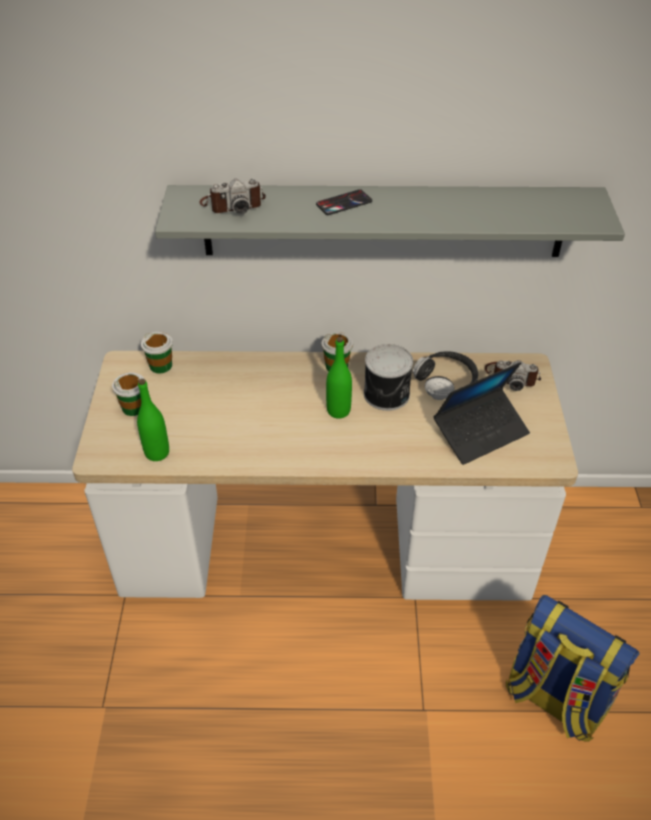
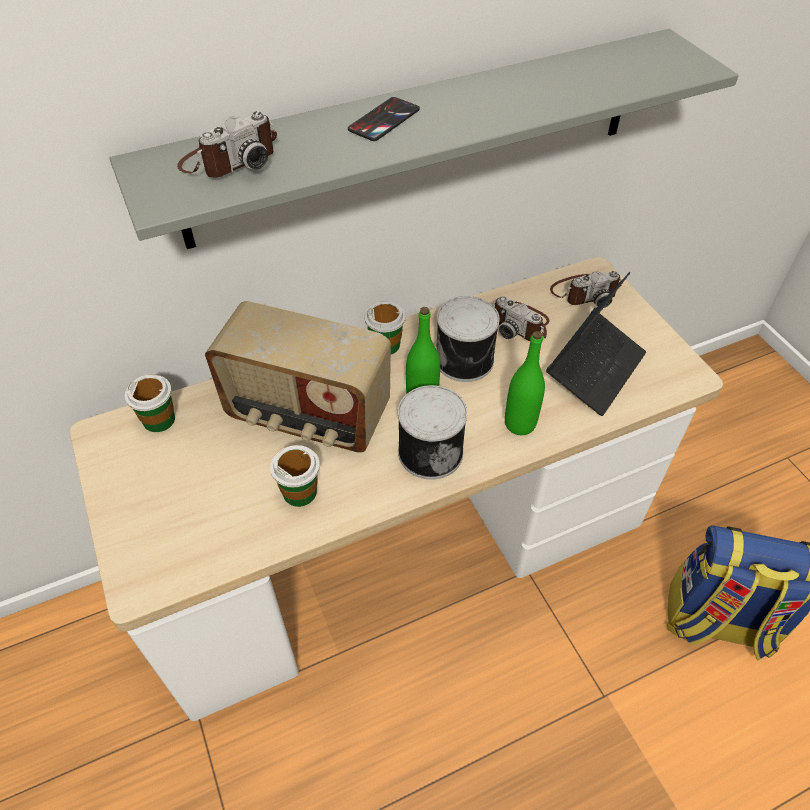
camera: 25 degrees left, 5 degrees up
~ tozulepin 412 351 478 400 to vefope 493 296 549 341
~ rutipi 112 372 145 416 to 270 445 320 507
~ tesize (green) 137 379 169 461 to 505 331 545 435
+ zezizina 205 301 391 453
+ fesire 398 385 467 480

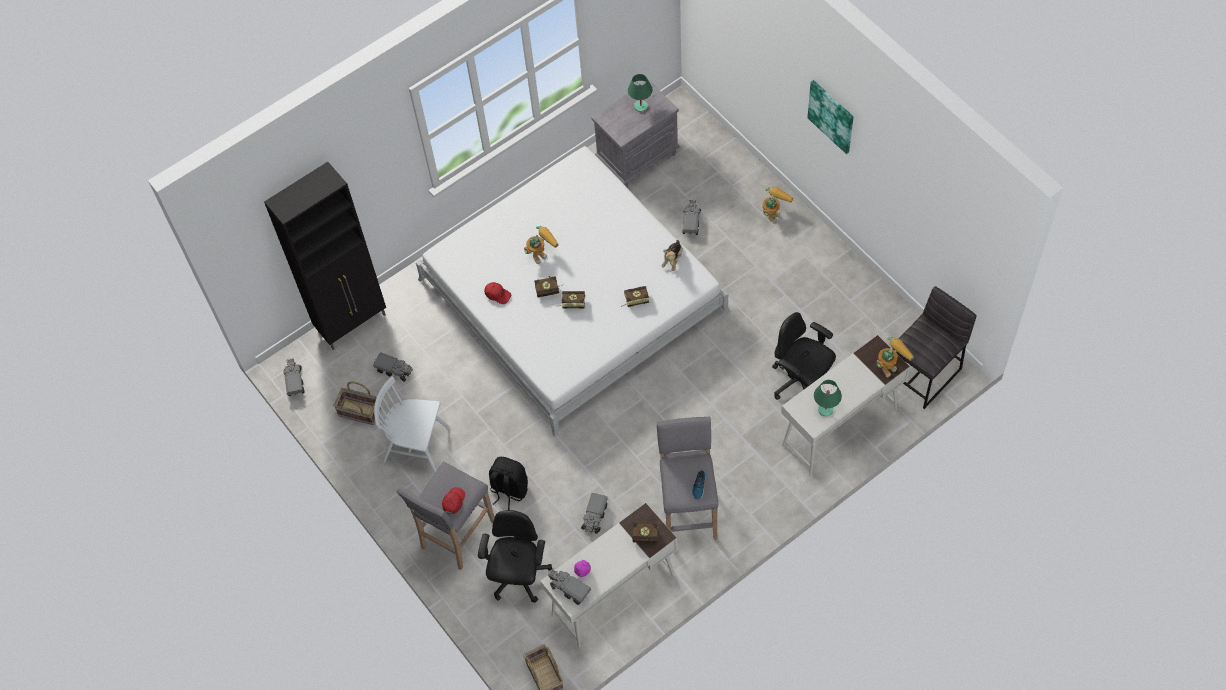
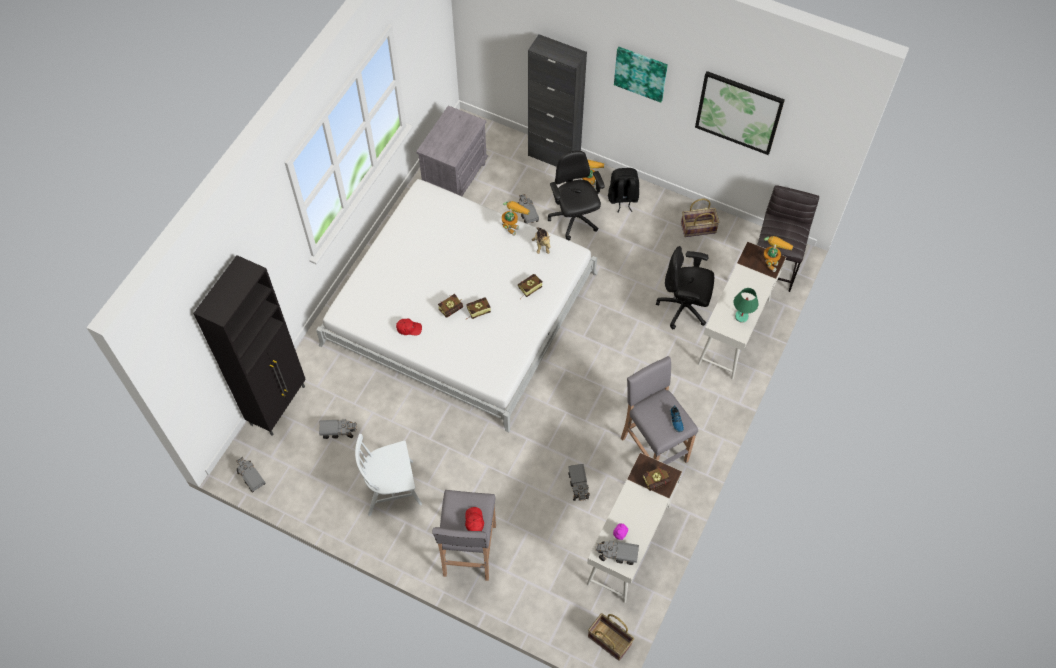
camera: 30 degrees left, 0 degrees up
- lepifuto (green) 628 74 653 112
~ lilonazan 524 226 559 264 to 502 201 530 236
~ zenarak 334 382 381 425 to 681 199 719 237
~ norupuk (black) 489 457 528 510 to 608 168 639 213
~ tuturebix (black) 478 510 552 602 to 548 151 605 240
+ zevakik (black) 528 34 587 167
+ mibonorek 695 71 785 155

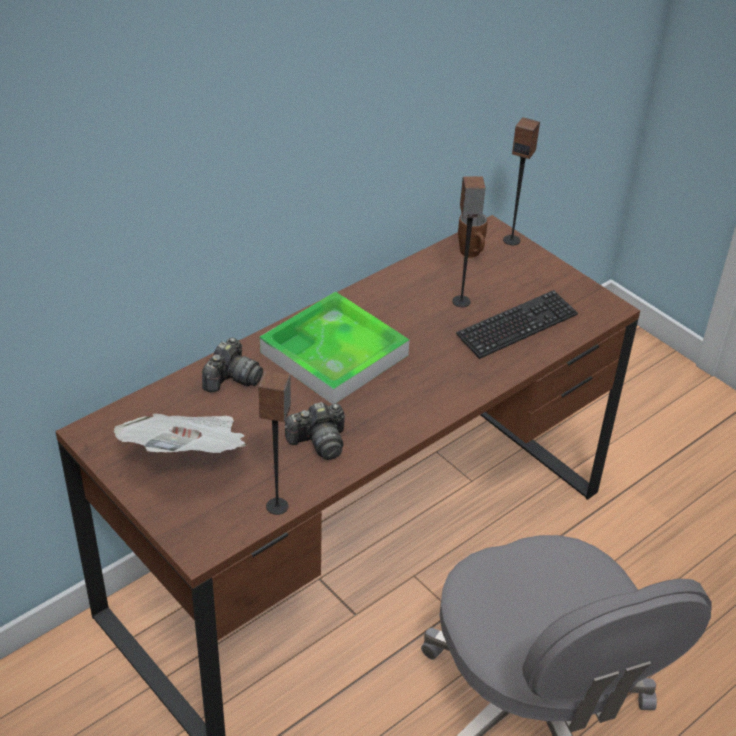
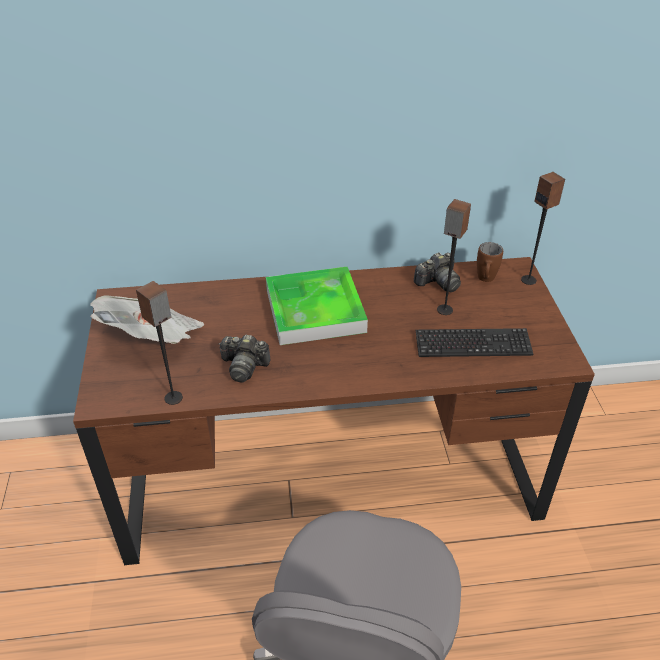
camera: 35 degrees right, 0 degrees up
~ vefope 202 338 263 392 to 414 252 461 292

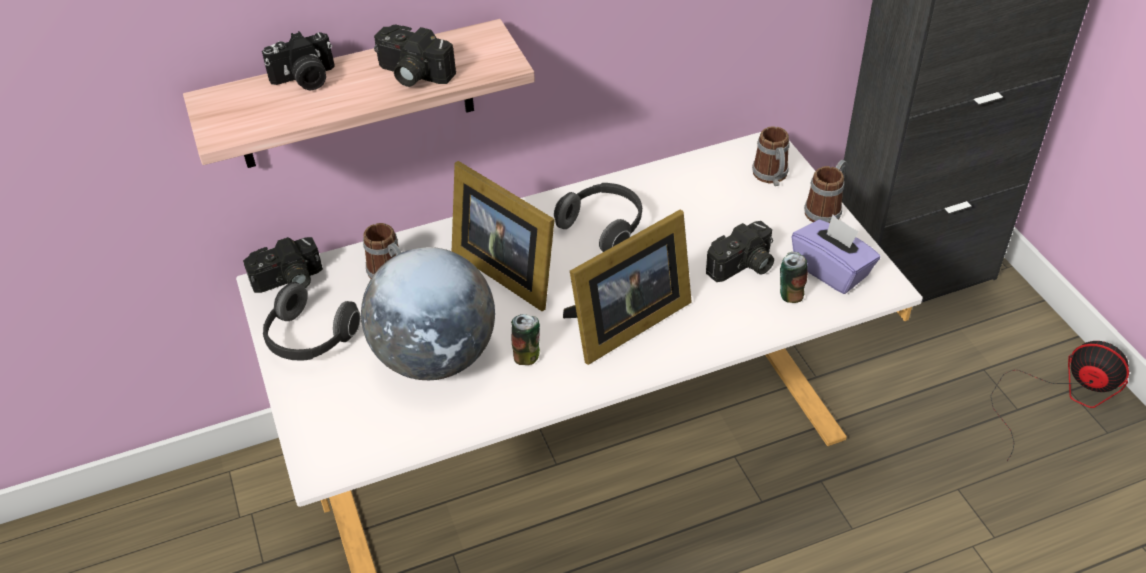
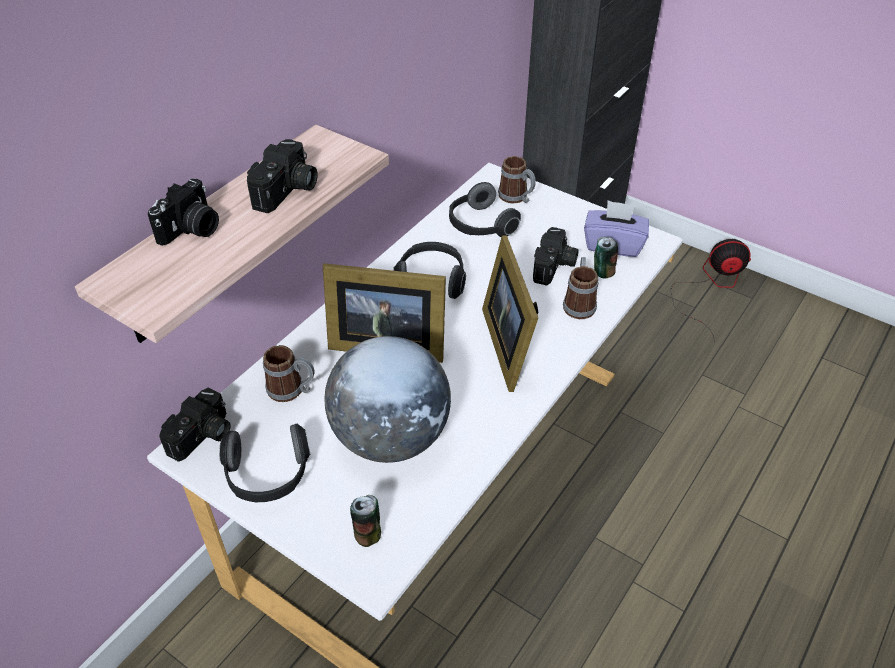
camera: 35 degrees left, 0 degrees up
~ vefope 374 25 456 87 = 247 139 318 213 60 degrees counterclockwise
~ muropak 804 160 847 223 to 563 257 598 319
~ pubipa 563 210 692 365 = 482 236 538 392 150 degrees clockwise
~ fesire 511 314 540 365 to 350 495 381 547
+ tozulepin 449 182 521 237

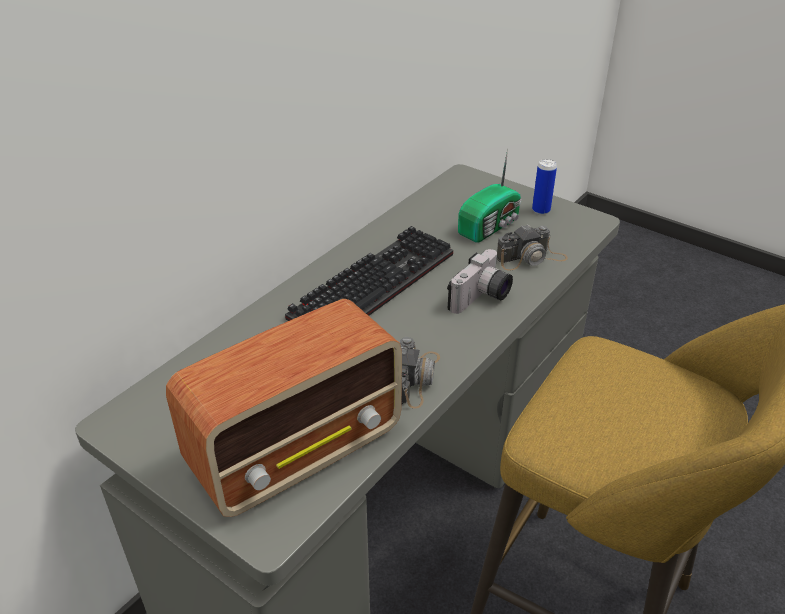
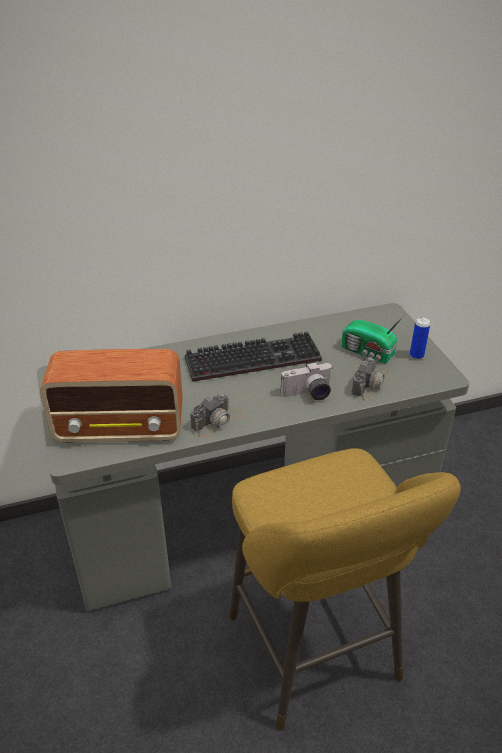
camera: 35 degrees right, 0 degrees up
~ zezizina 458 148 521 242 = 342 313 406 363 45 degrees clockwise
~ vefope 497 224 568 270 = 351 357 390 400 75 degrees counterclockwise

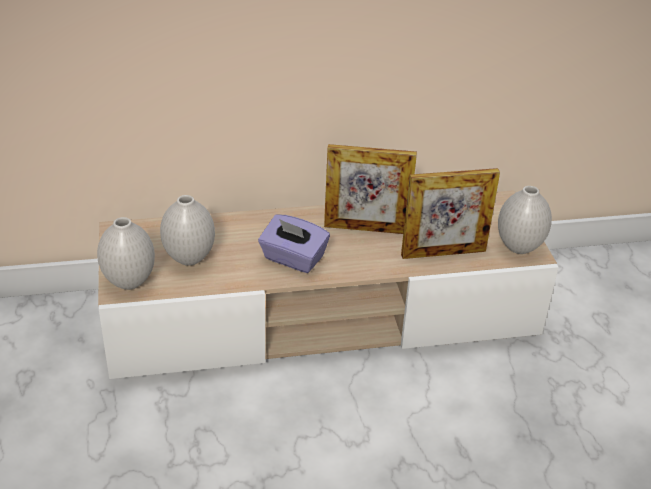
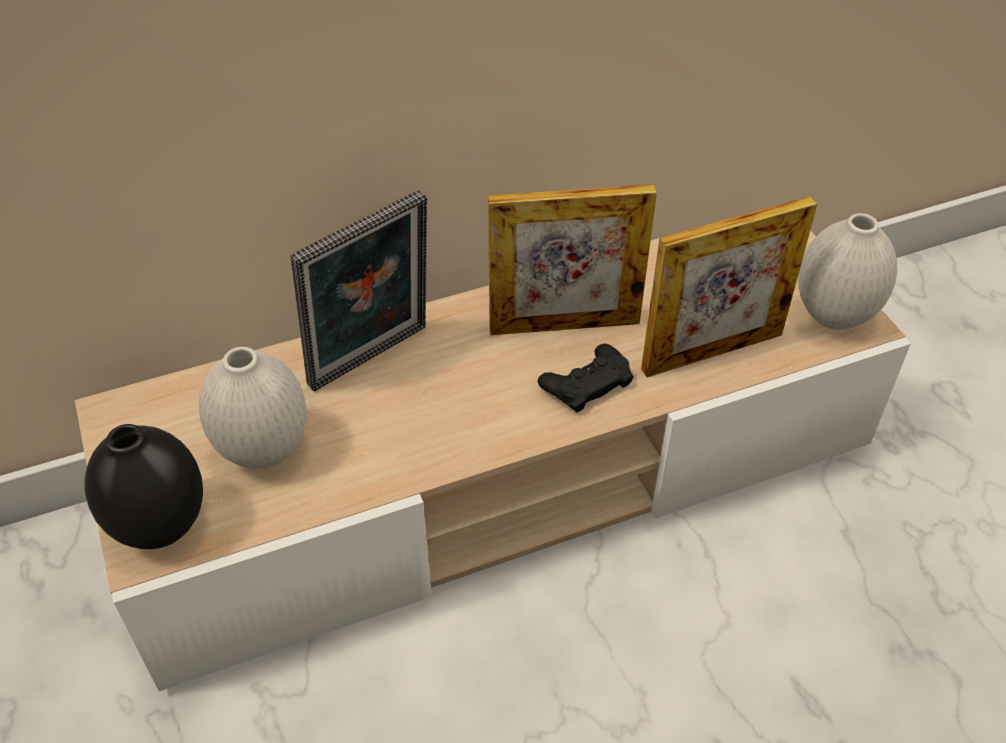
camera: 10 degrees left, 10 degrees up
- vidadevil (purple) 258 214 330 273
~ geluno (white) 97 217 155 290 to geluno (black) 85 424 203 549
+ pubipa 290 190 427 391
+ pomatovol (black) 538 344 634 412

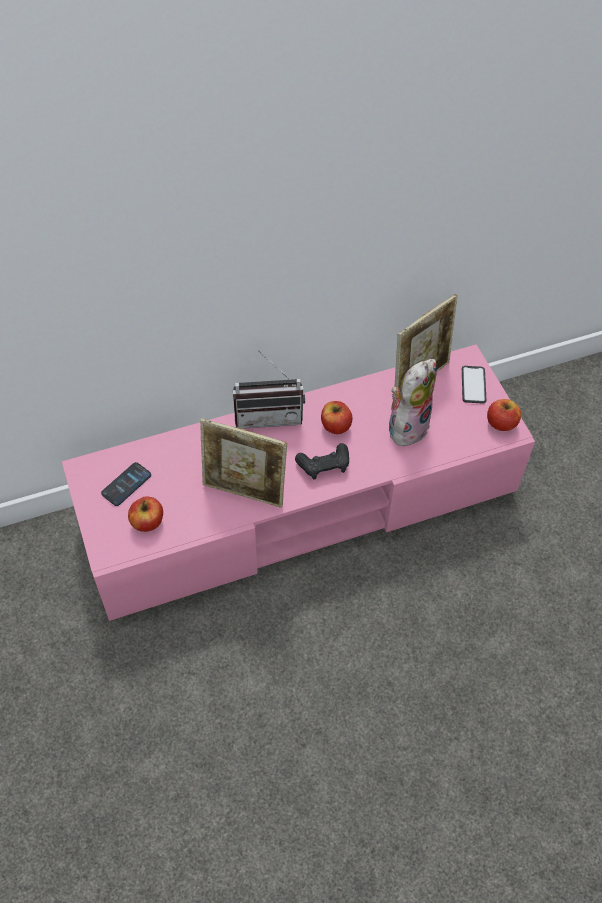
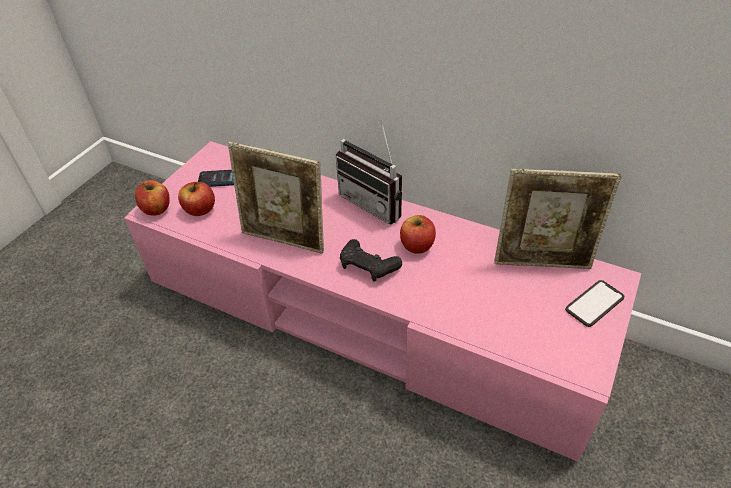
camera: 50 degrees right, 10 degrees down
- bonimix 389 359 437 447
~ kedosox 487 399 521 431 to 135 180 170 216
~ pubipa 200 418 287 508 = 228 142 324 254 45 degrees counterclockwise

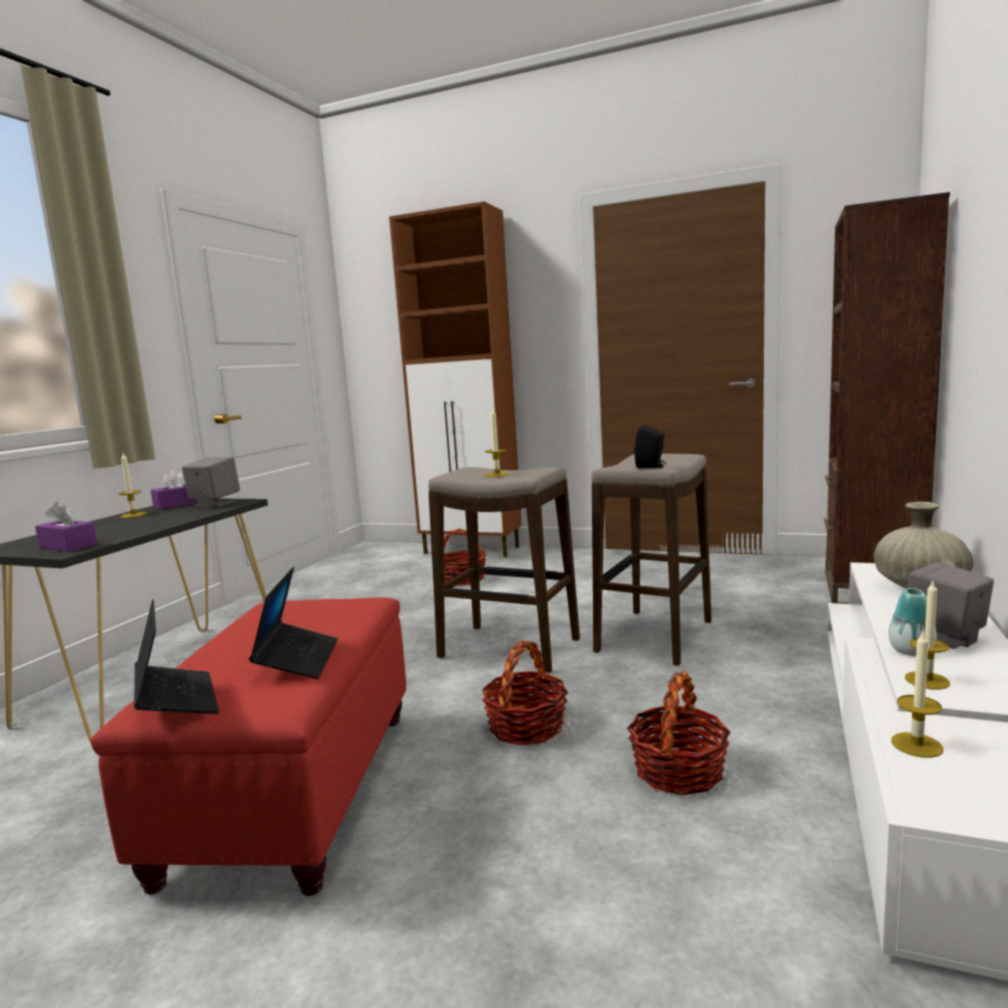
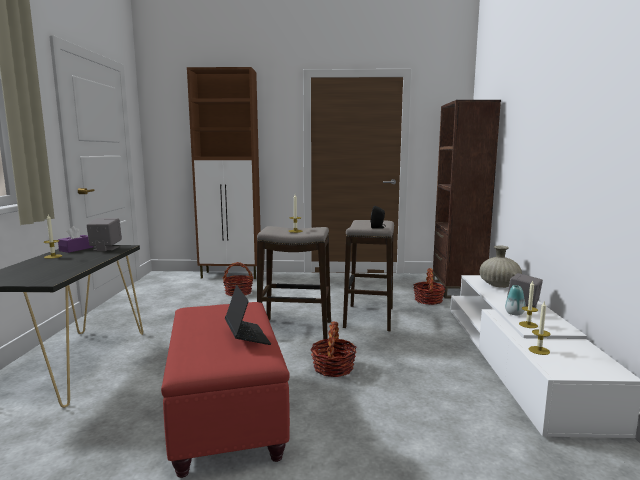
camera: 20 degrees left, 0 degrees up
- vidadevil (purple) 35 502 97 552
- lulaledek 134 599 219 714
~ zenarak 627 671 730 795 to 413 268 445 305

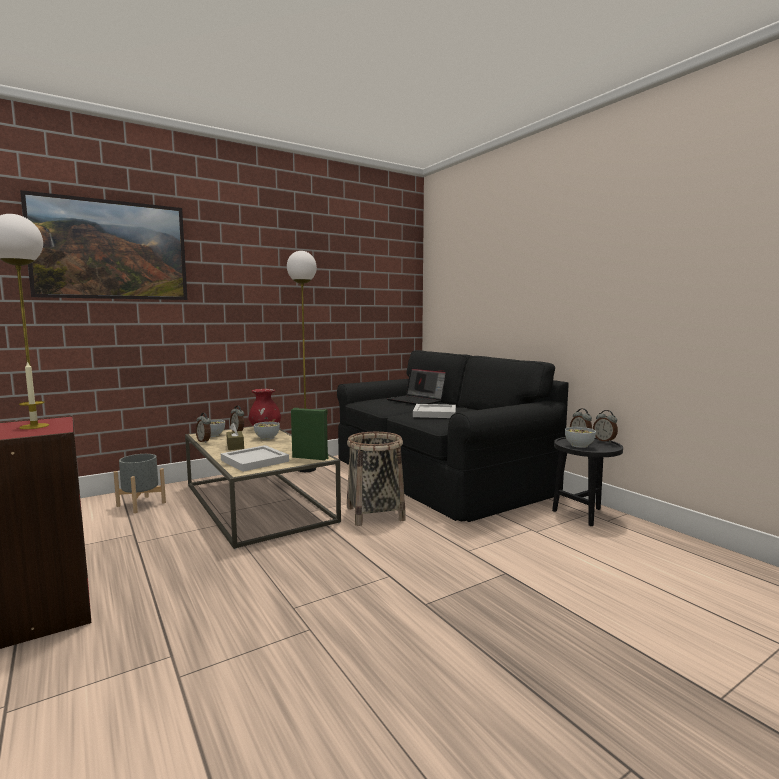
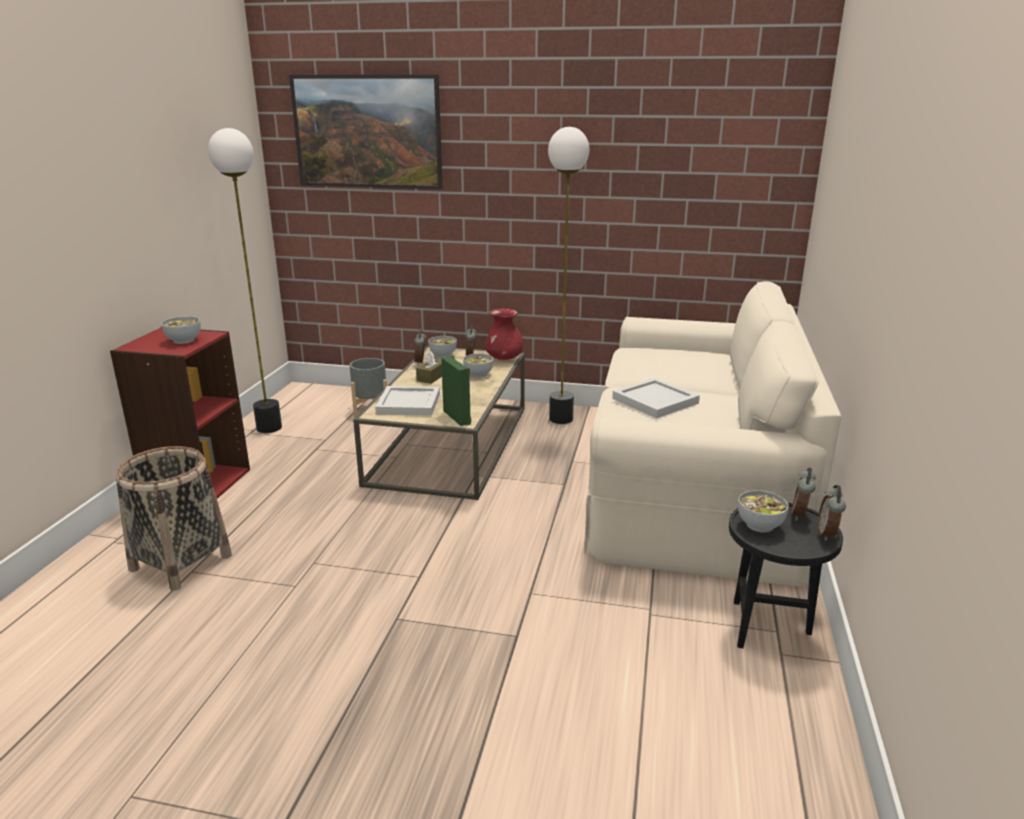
camera: 45 degrees right, 15 degrees up
~ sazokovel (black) 337 350 569 522 to sazokovel (beige) 584 281 841 587
~ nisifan 19 361 49 429 to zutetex 161 316 201 344
- lulaledek 387 368 447 405
~ zenarak 347 432 406 526 to 116 446 232 591

